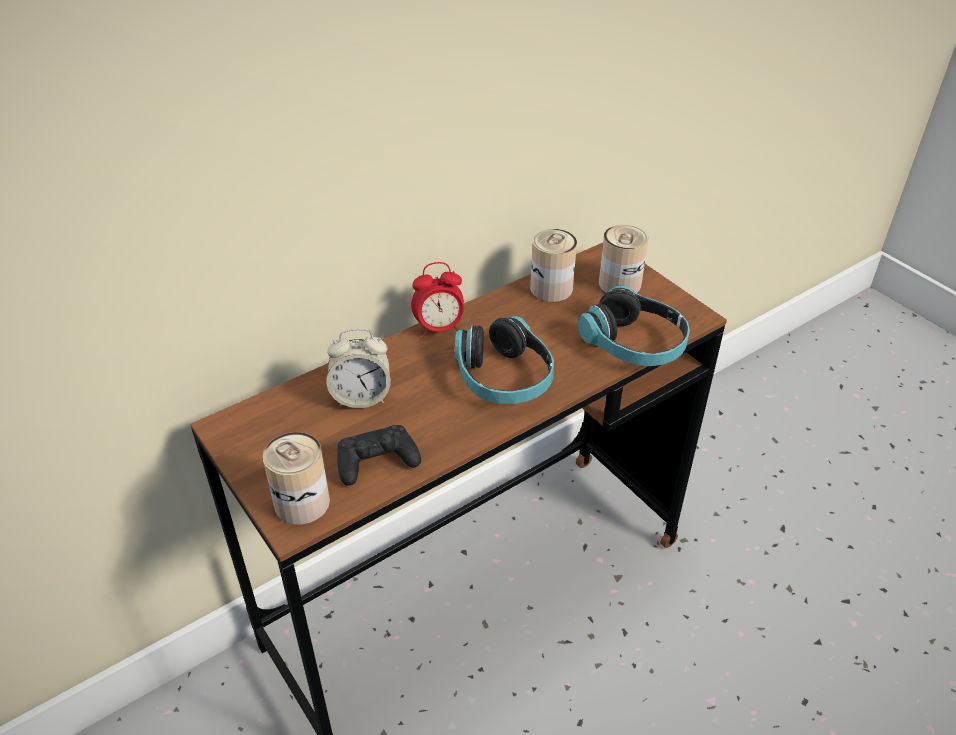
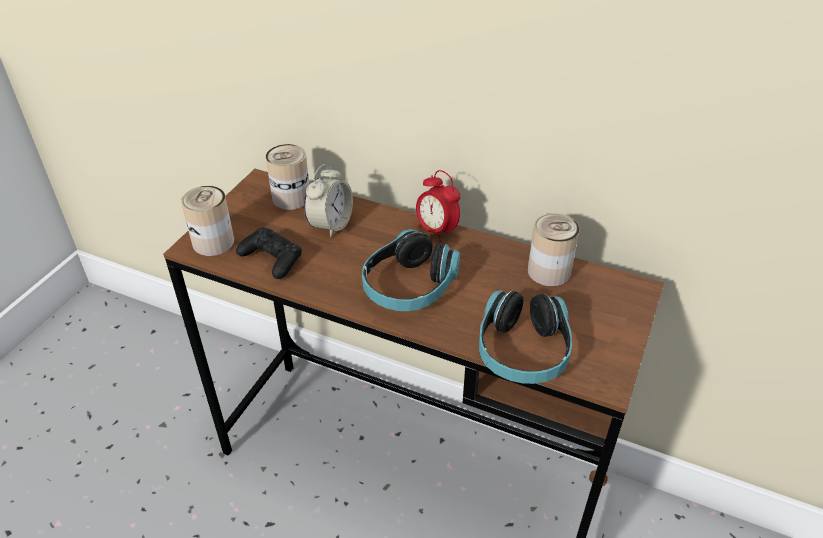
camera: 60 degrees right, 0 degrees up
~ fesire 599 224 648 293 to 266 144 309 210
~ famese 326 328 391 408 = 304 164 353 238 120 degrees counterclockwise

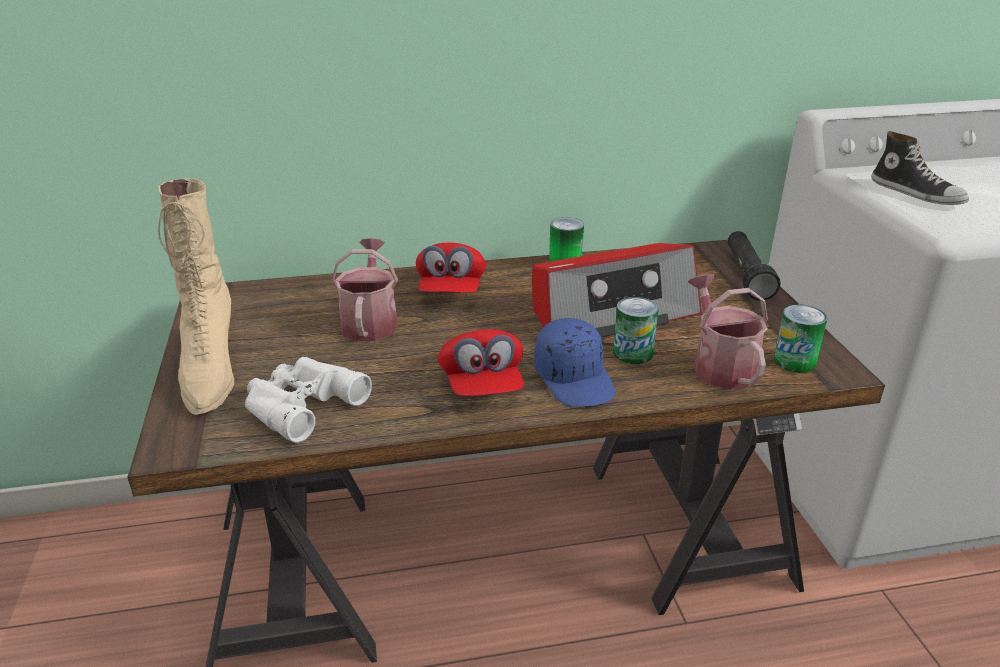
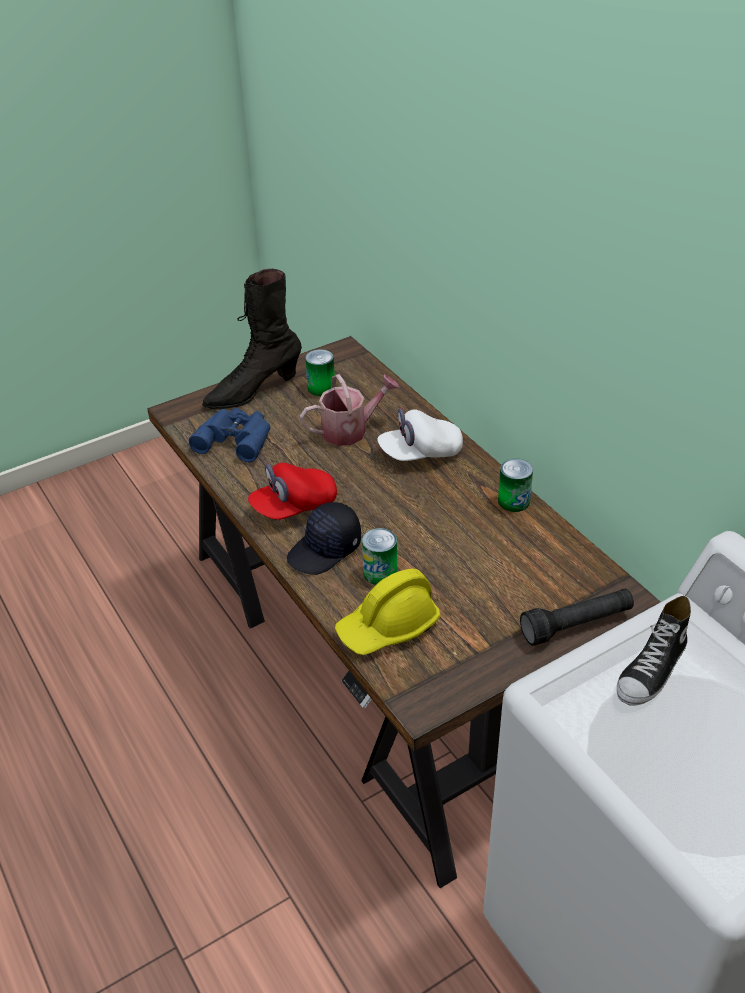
camera: 70 degrees right, 10 degrees up
~ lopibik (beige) 158 179 234 415 to lopibik (black) 202 269 302 410
~ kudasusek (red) 416 243 486 293 to kudasusek (white) 377 408 463 461
- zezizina 532 243 702 337
~ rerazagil 688 274 768 389 to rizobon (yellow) 335 569 440 655
~ fesire 774 305 827 373 to 305 349 335 396
~ kudasusek (blue) 534 318 616 407 to kudasusek (black) 287 502 361 575
~ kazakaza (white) 245 357 372 443 to kazakaza (blue) 189 408 271 463

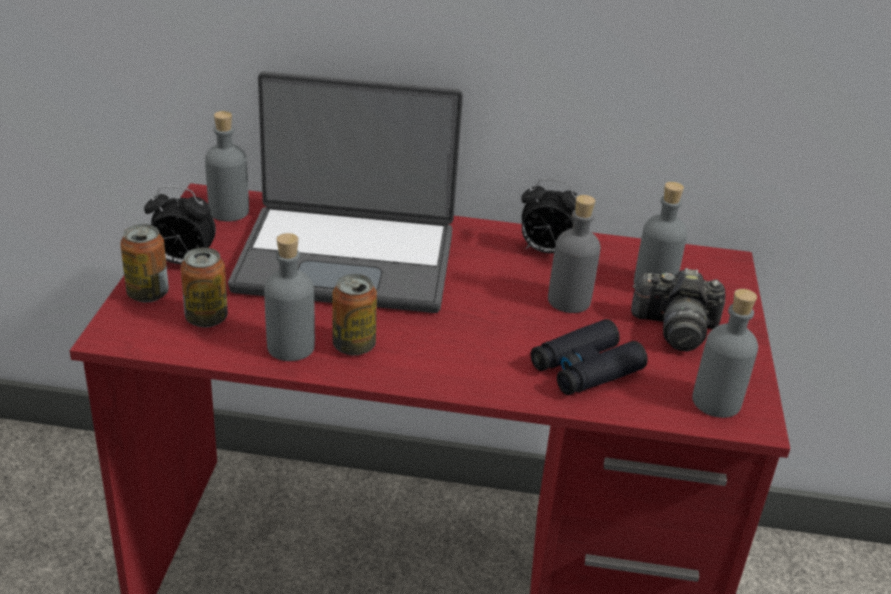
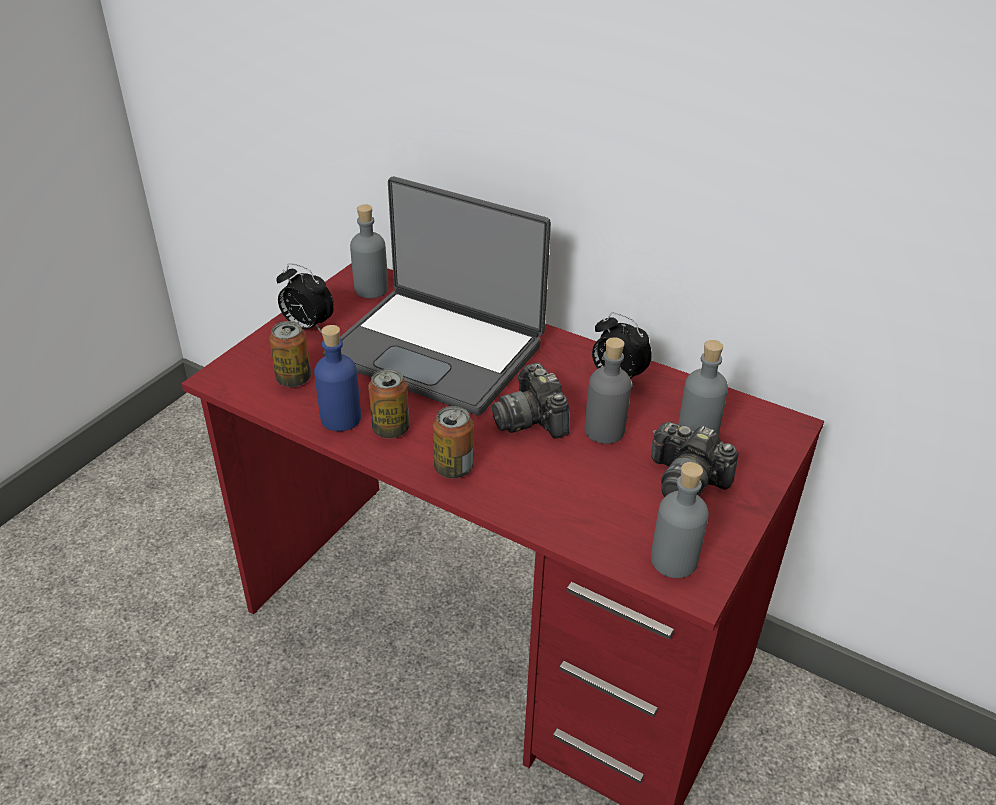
camera: 25 degrees right, 5 degrees up
~ fesire 120 224 169 302 to 433 406 473 478
~ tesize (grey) 264 233 315 361 to tesize (blue) 314 325 361 431
- kazakaza (black) 531 319 648 395
+ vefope 492 363 569 439

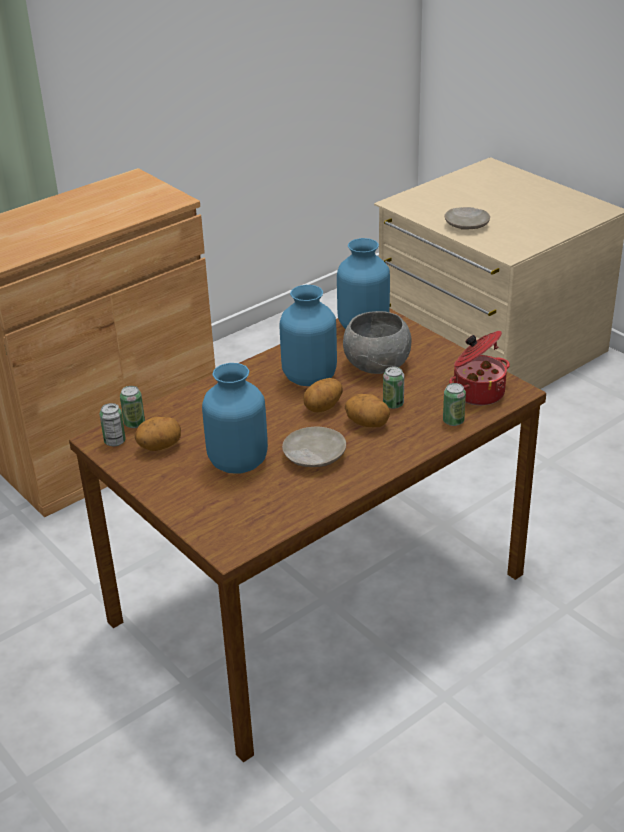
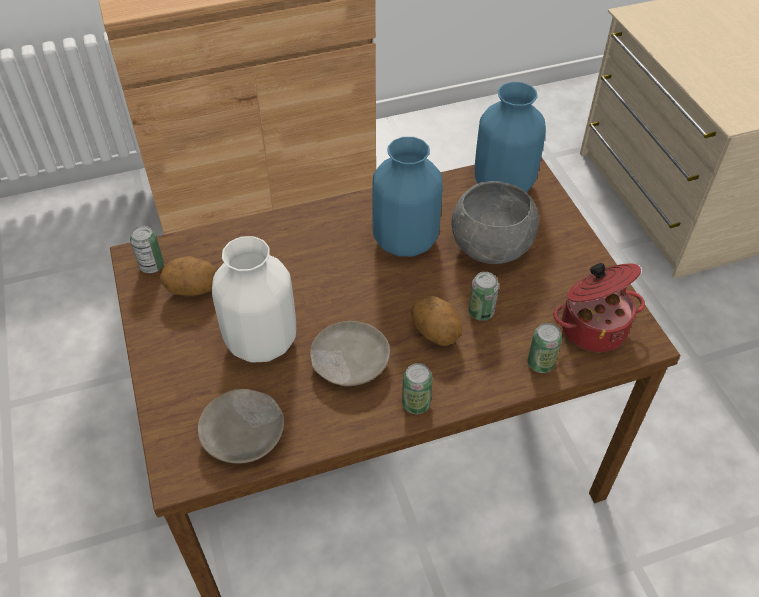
camera: 20 degrees right, 15 degrees up
~ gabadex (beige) 445 207 490 230 to 198 389 284 464
~ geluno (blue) 202 363 268 474 to geluno (white) 212 236 296 362
- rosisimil 303 378 343 412
~ fesire 120 386 145 428 to 402 363 433 414

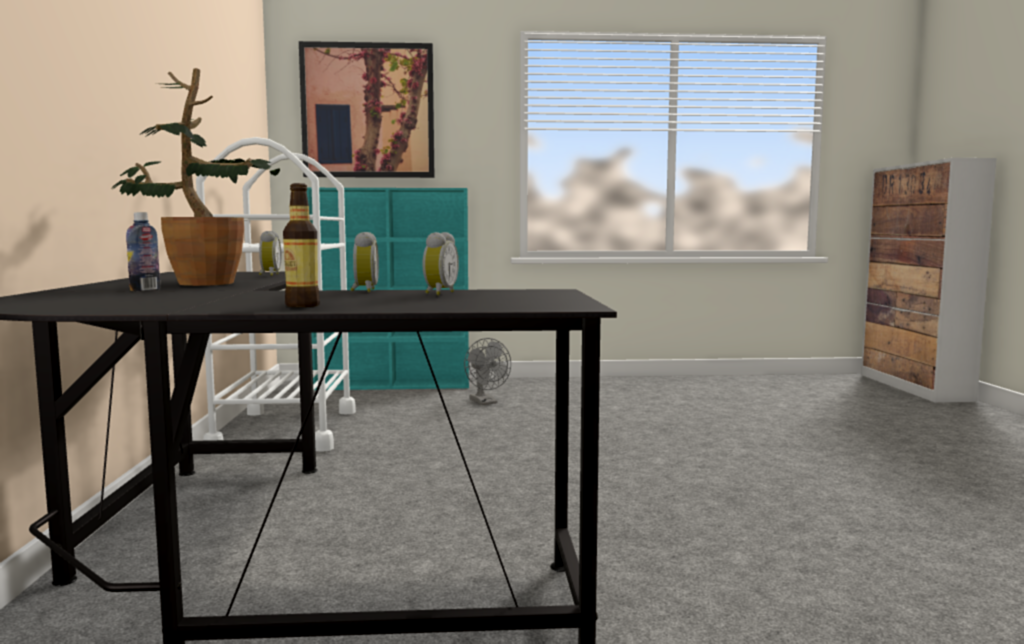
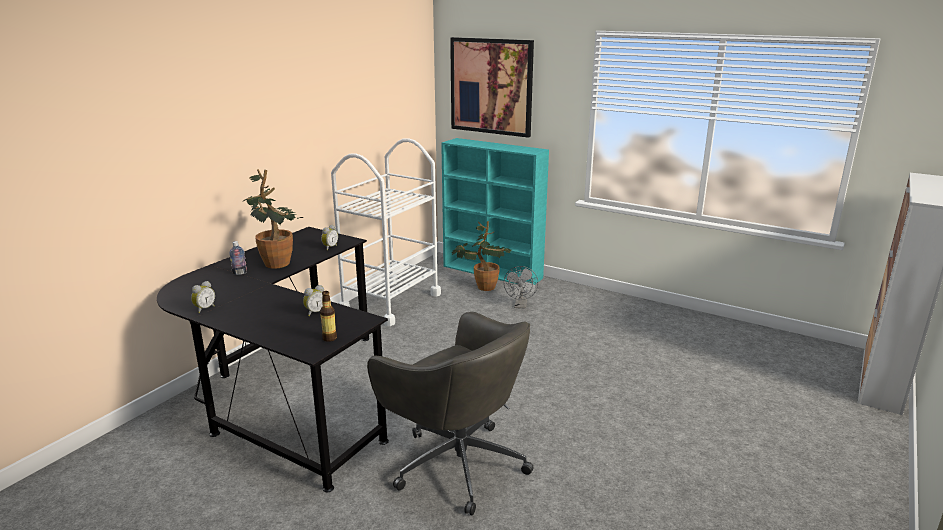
camera: 35 degrees right, 15 degrees up
~ tesize 283 183 320 307 to 320 291 337 342
~ famese 350 232 379 293 to 191 281 215 313
+ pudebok 452 221 512 291
+ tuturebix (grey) 367 312 534 515

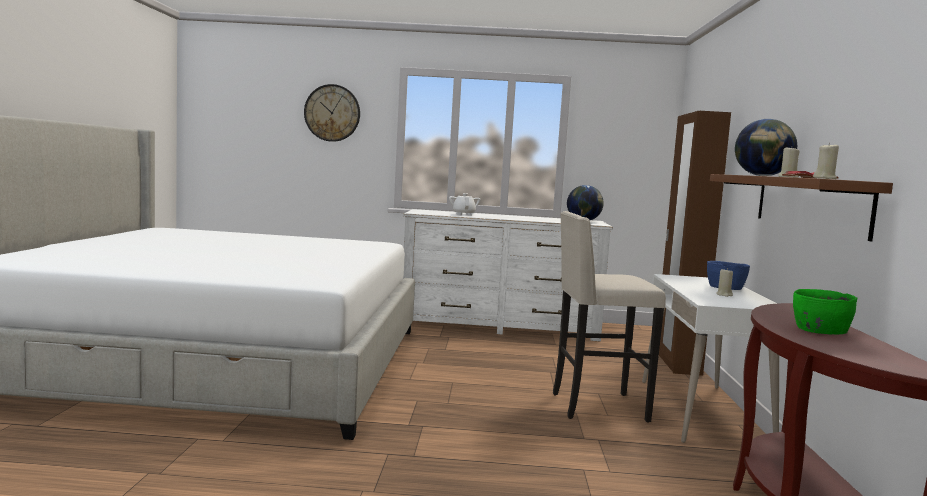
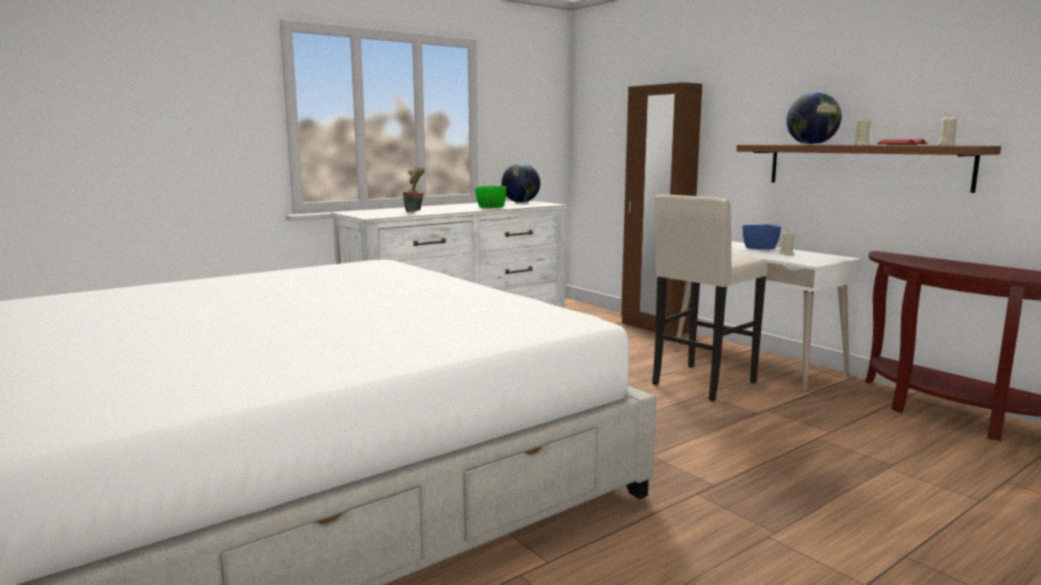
camera: 40 degrees left, 5 degrees up
- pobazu 304 84 360 142
~ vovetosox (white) 449 193 481 216 to pudebok 403 167 425 212
~ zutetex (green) 793 289 857 335 to 475 186 506 208

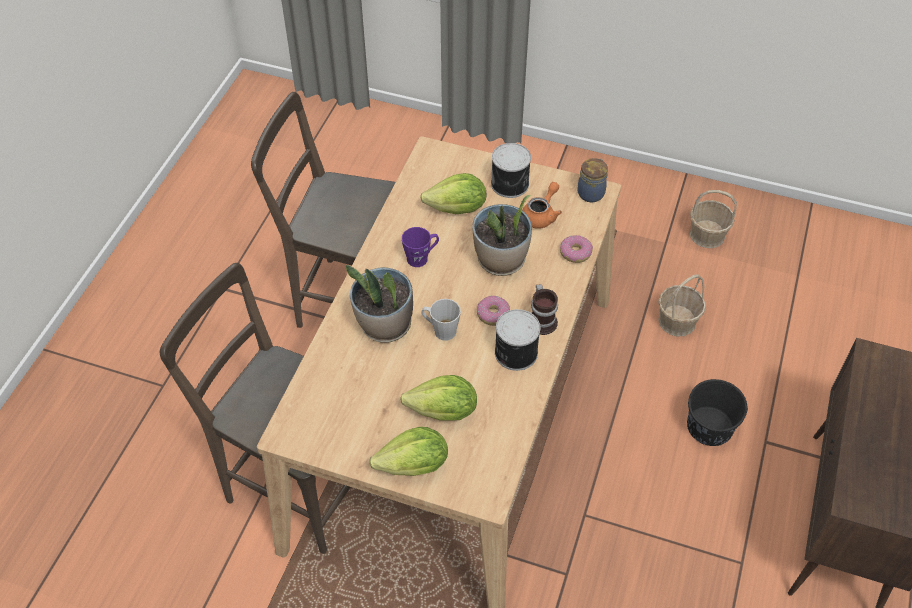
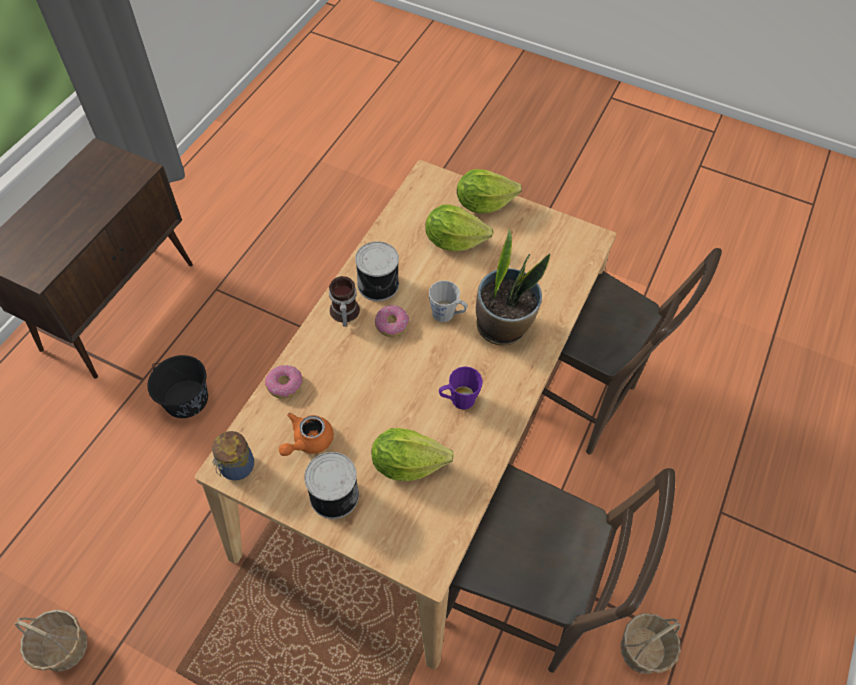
camera: 175 degrees left, 5 degrees up
- pudebok 472 195 532 276
~ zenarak 658 274 706 337 to 621 613 681 674

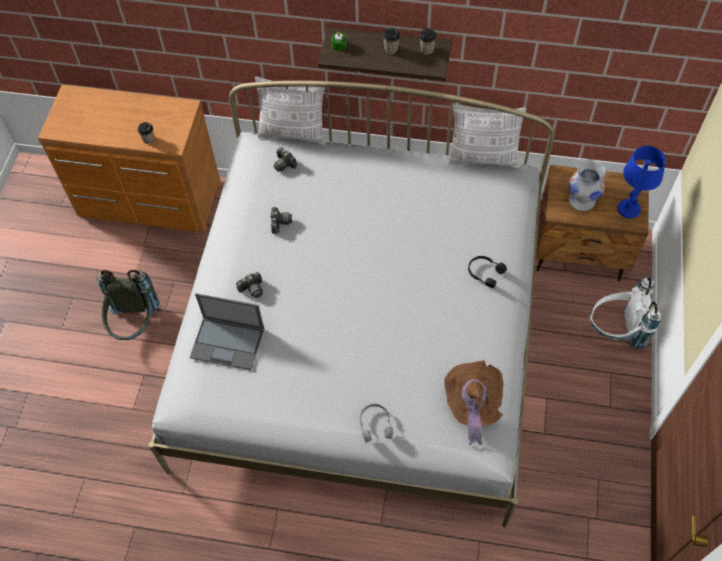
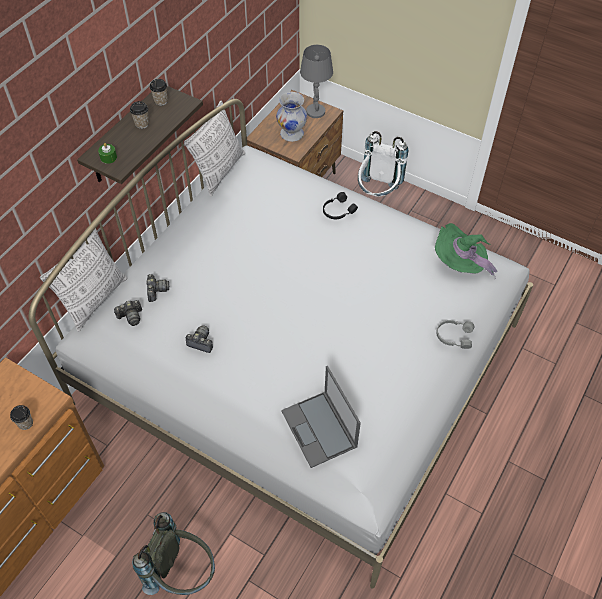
camera: 70 degrees left, 5 degrees down
~ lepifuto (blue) 618 146 666 219 to lepifuto (grey) 300 45 333 118
~ vefope 236 272 263 298 to 146 274 169 302
~ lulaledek 189 293 264 370 = 281 366 361 468 120 degrees clockwise
~ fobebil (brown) 444 360 503 445 to fobebil (green) 435 223 497 276

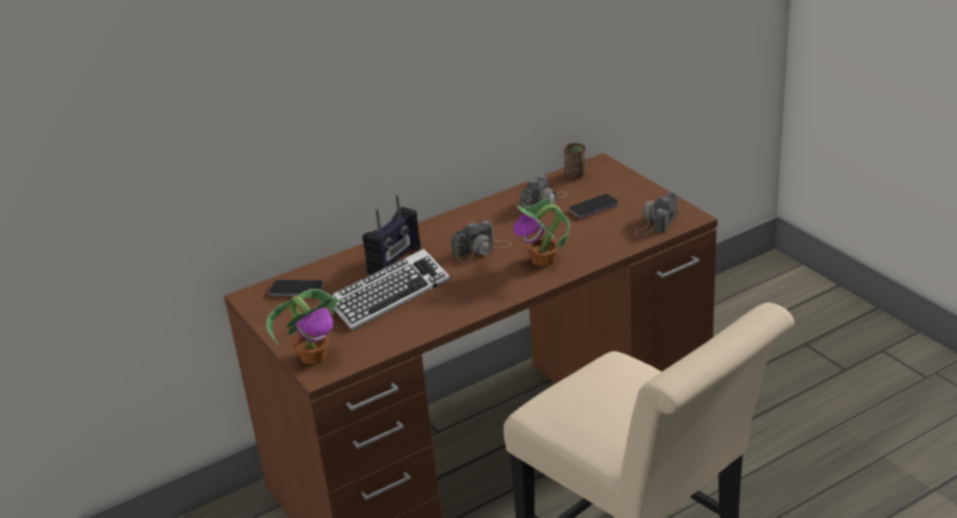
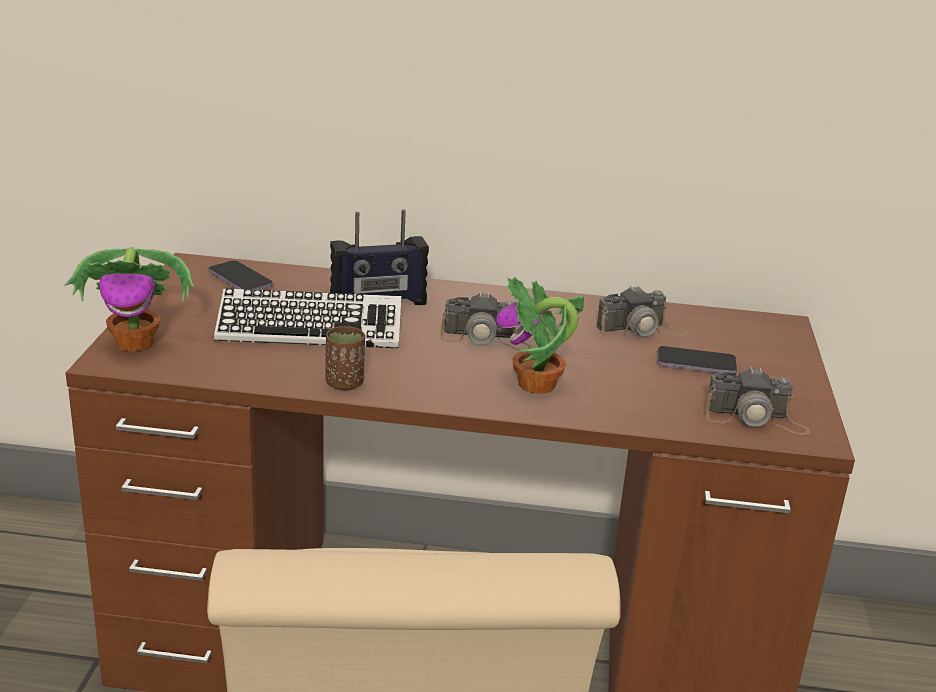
camera: 35 degrees right, 5 degrees down
~ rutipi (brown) 564 143 586 178 to 326 326 365 391
~ vefope 635 192 678 235 = 705 367 810 435 150 degrees counterclockwise

